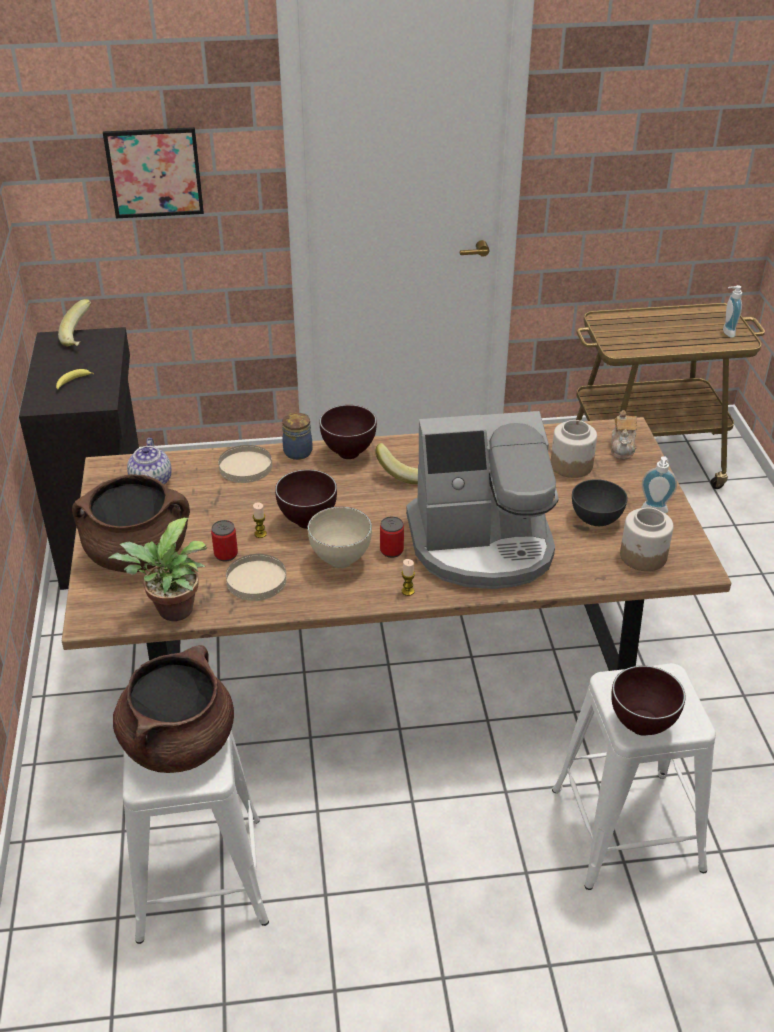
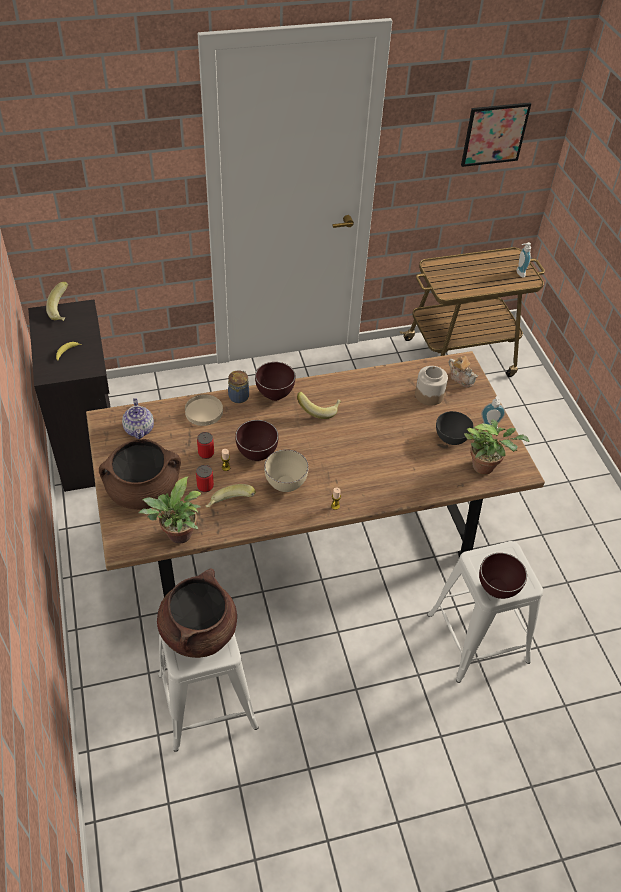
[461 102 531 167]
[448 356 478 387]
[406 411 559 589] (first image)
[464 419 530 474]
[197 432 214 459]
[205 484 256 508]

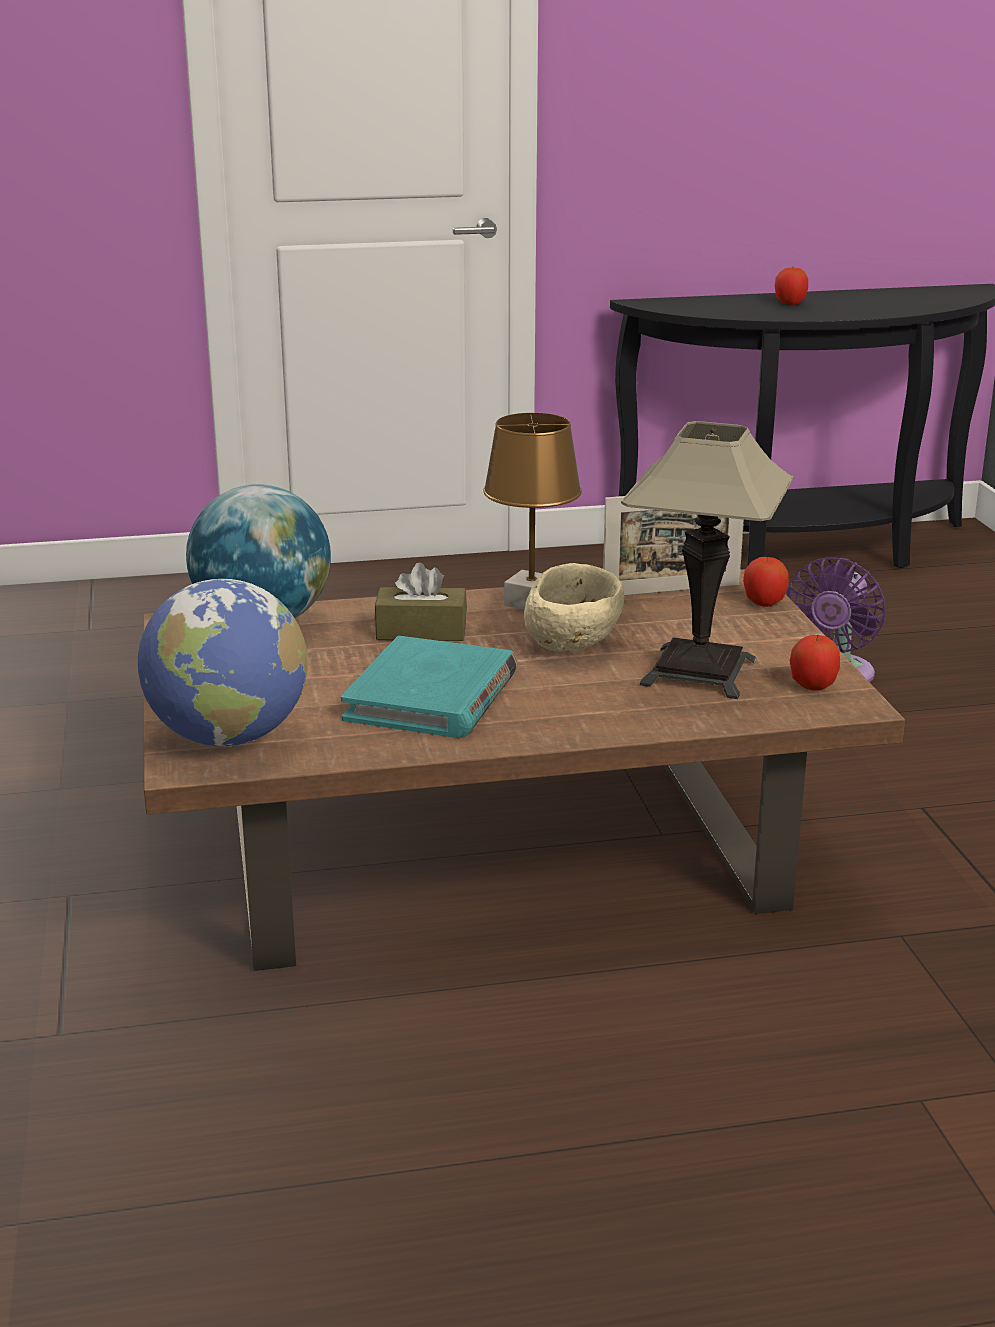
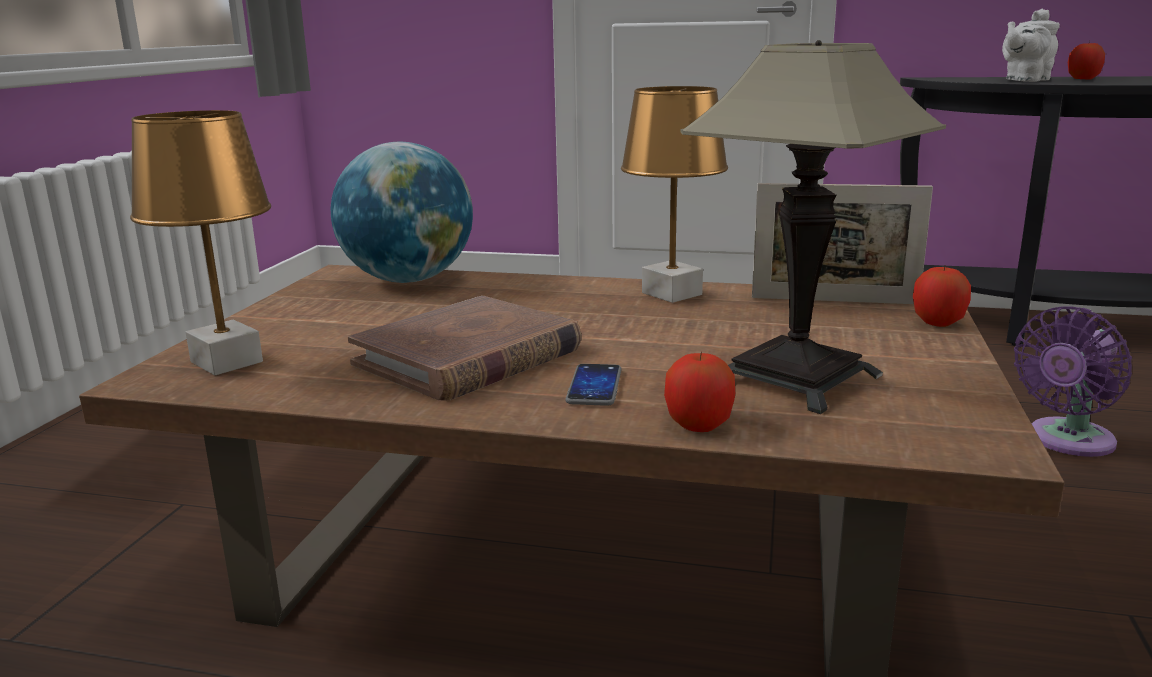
[375 563 467 641] (first image)
[524 563 624 652] (first image)
[130 110 271 375]
[664 351 735 432]
[348 296 582 401]
[1002 9 1060 82]
[565 364 622 406]

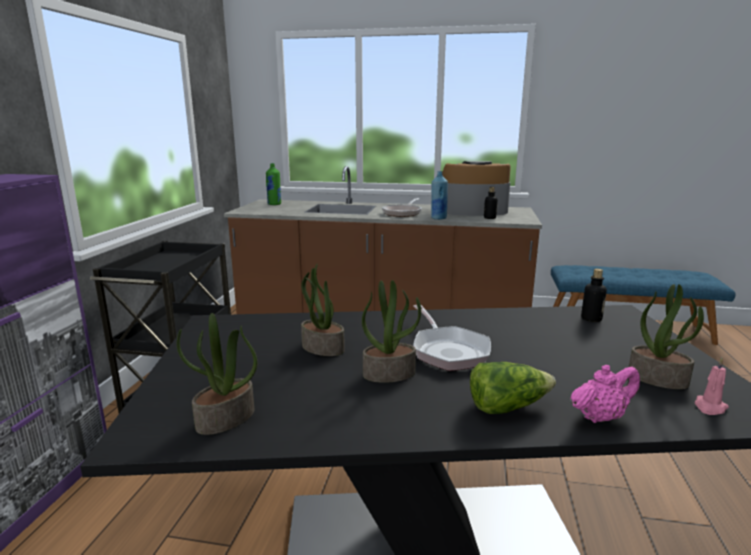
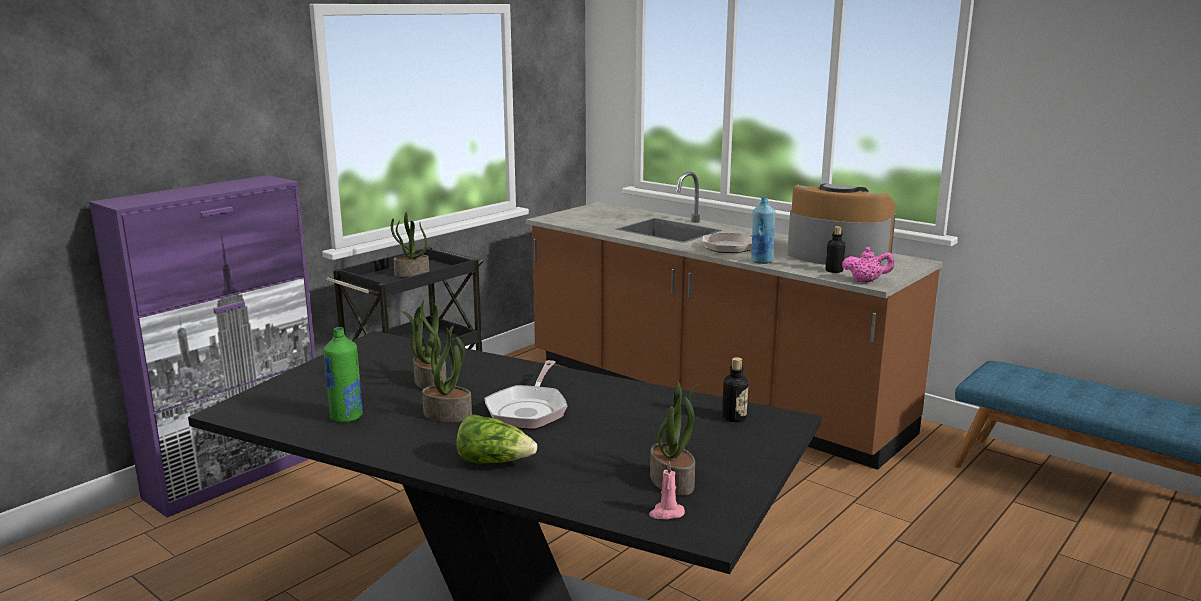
[324 327 363 423]
[391 212 430 277]
[842 247 894 282]

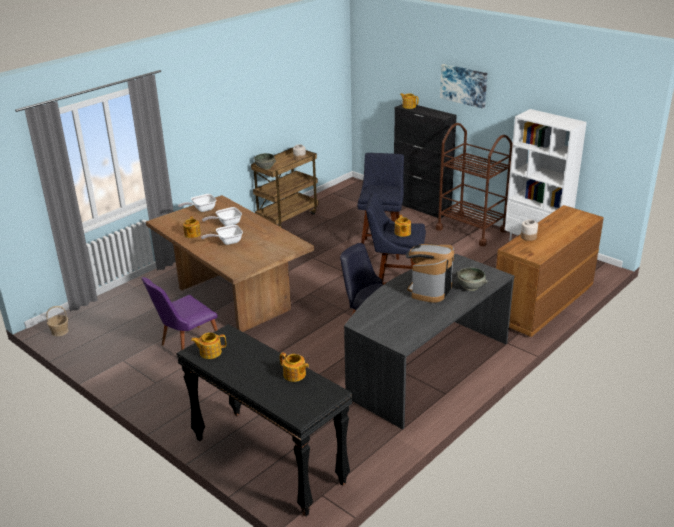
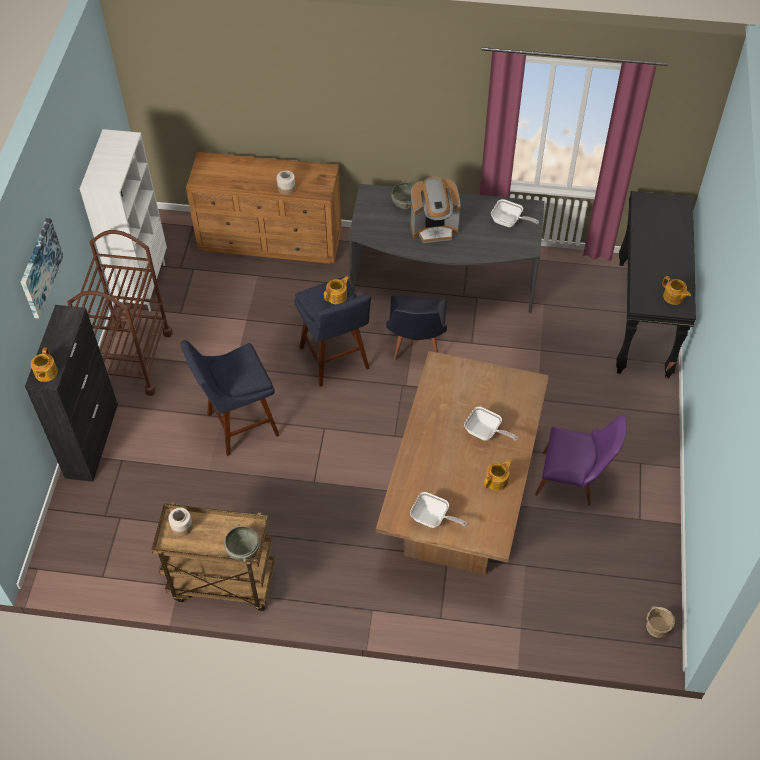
[491 199 539 227]
[280 352 309 382] (first image)

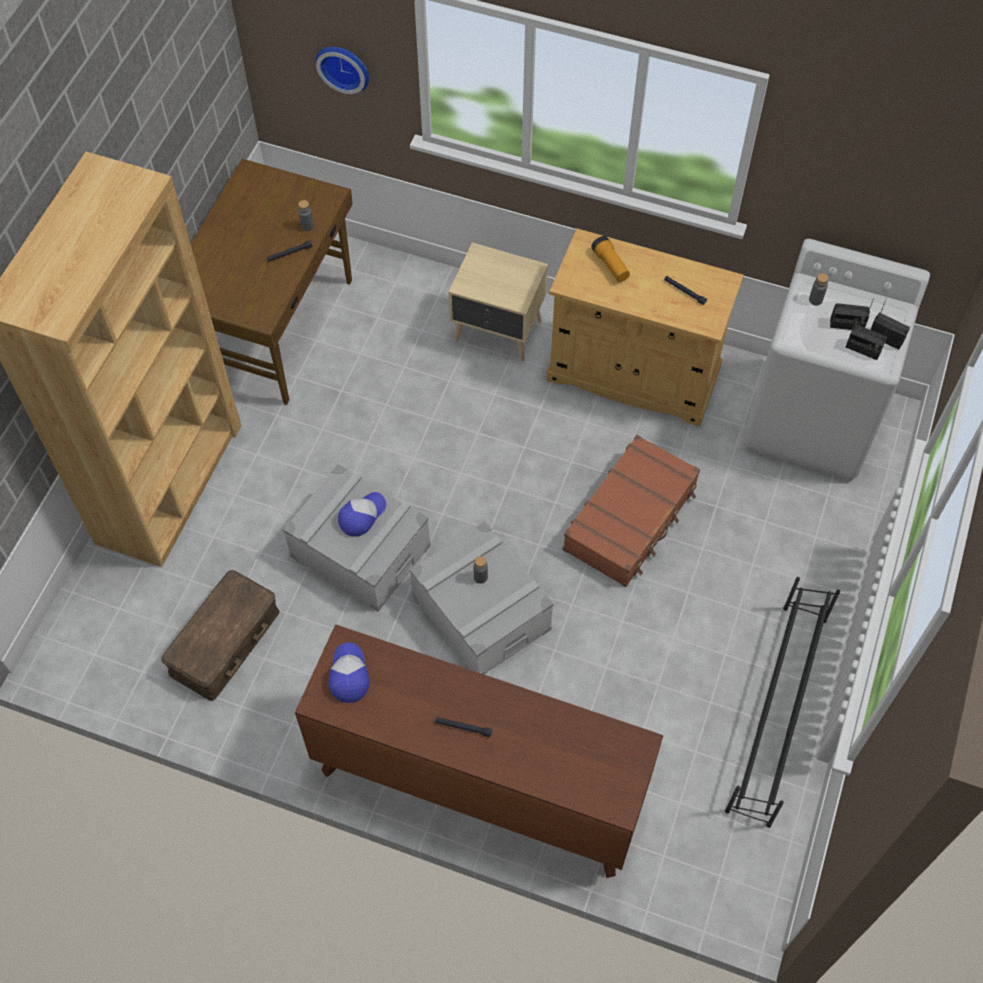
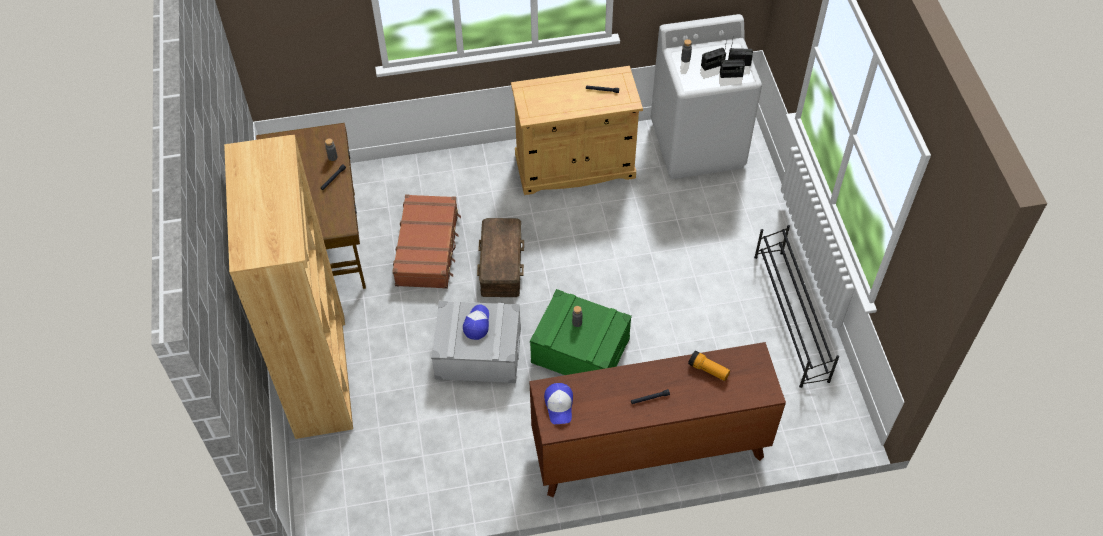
[316 47 369 94] (first image)
[688 350 730 381]
[449 243 548 362] (first image)
[392 194 461 289]
[530 289 632 375]
[477 218 524 297]
[544 383 573 424]

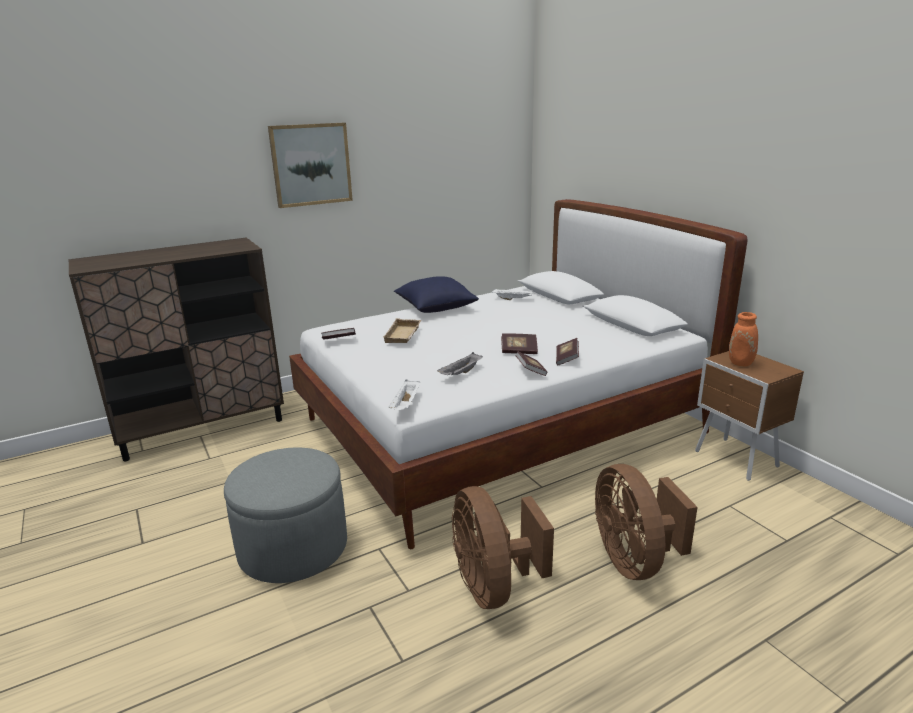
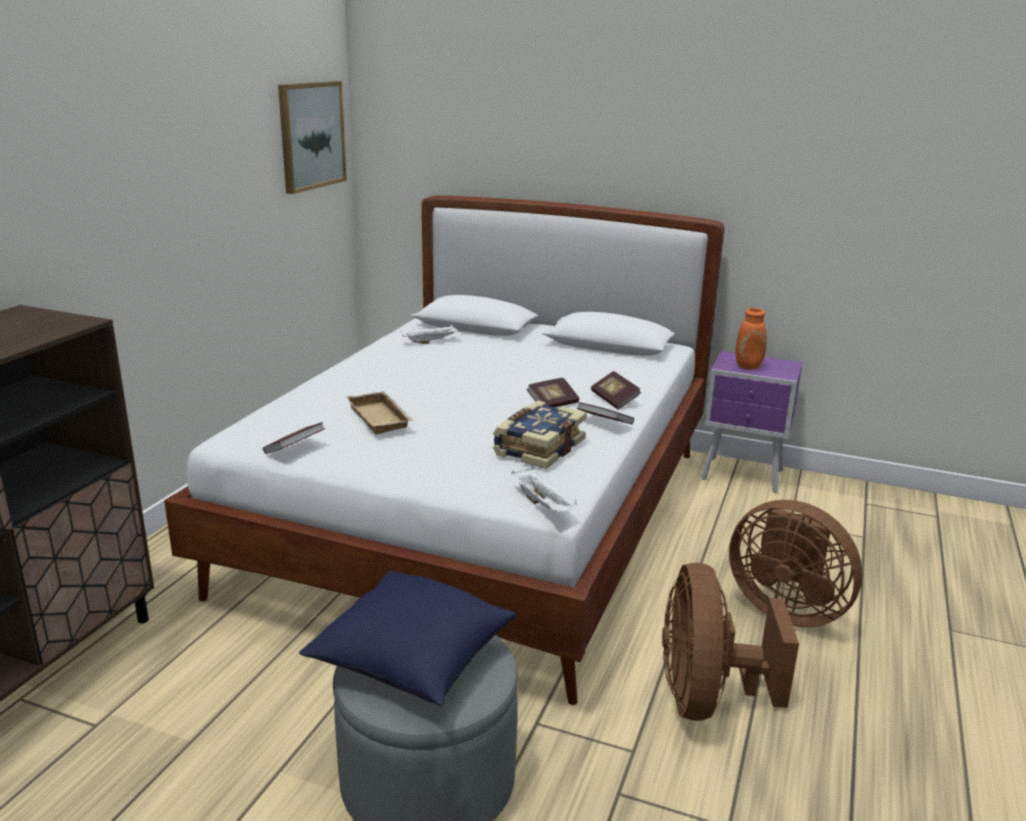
[278 81 346 194]
[299 571 517 707]
[701 351 802 493]
[493 401 587 469]
[662 563 799 721]

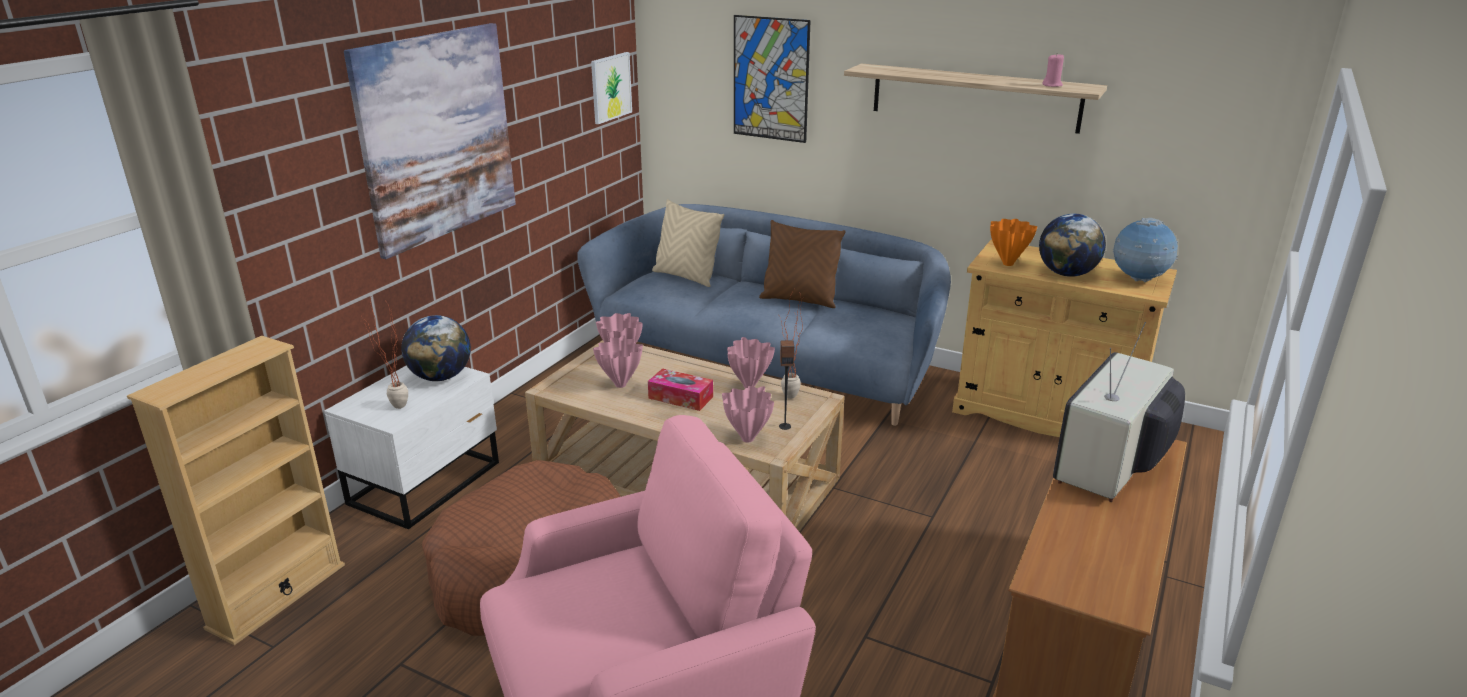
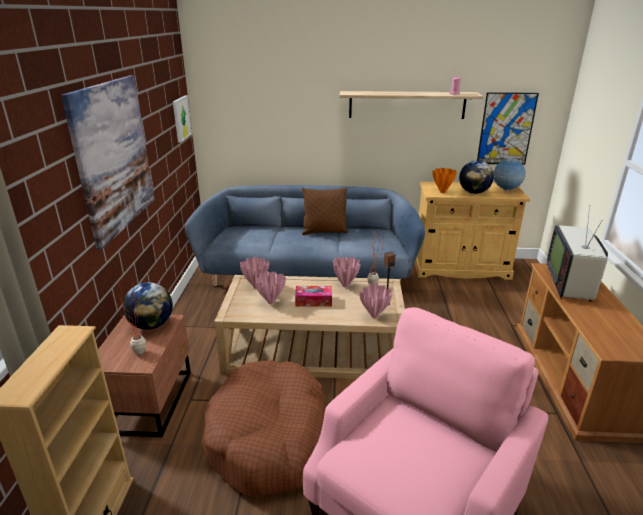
[477 92 539 165]
[652 199 724 287] (first image)
[98 315 191 437]

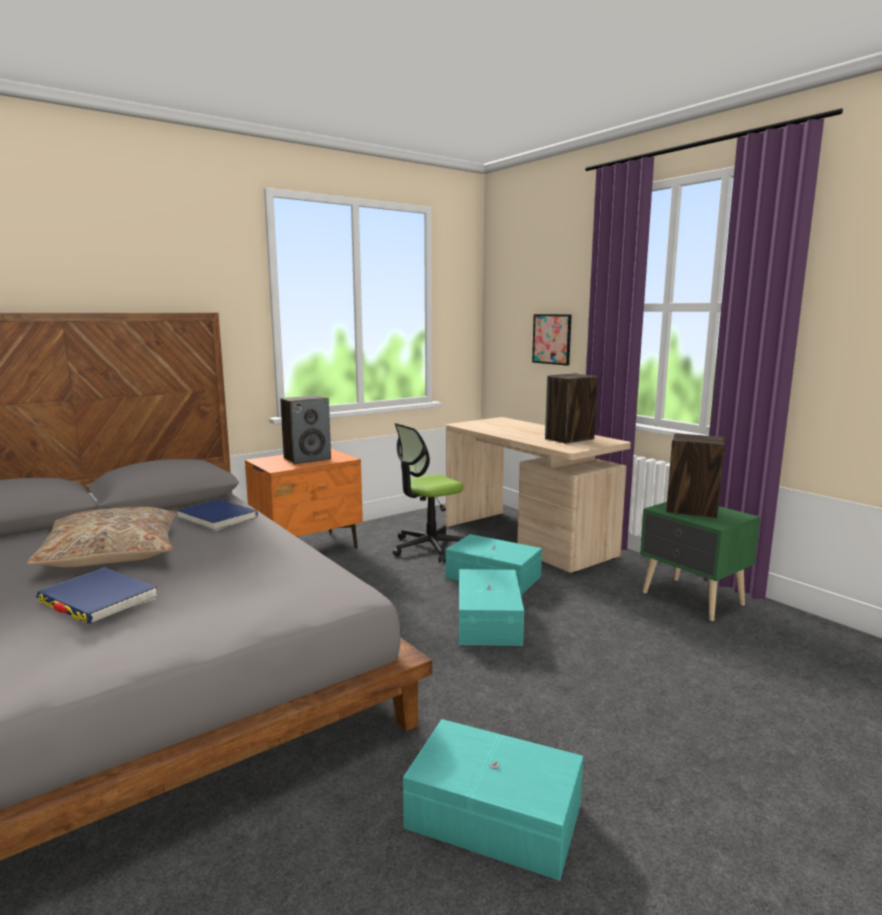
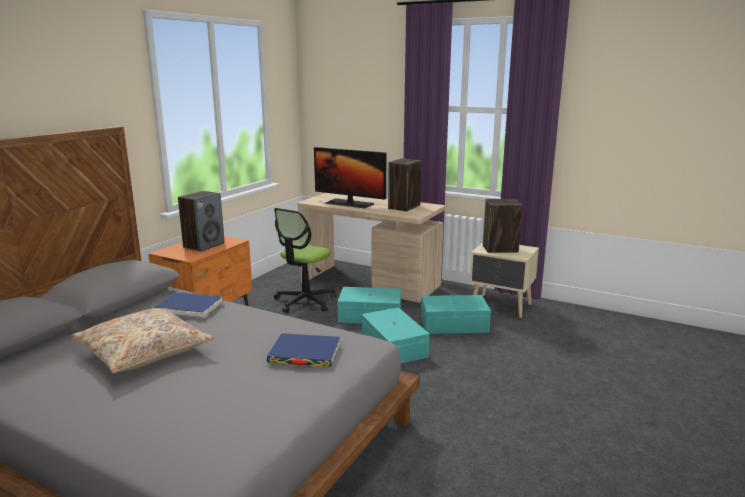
[532 314 572 366] (first image)
[470 243 539 318]
[267 333 340 367]
[421 295 491 334]
[314 147 387 208]

